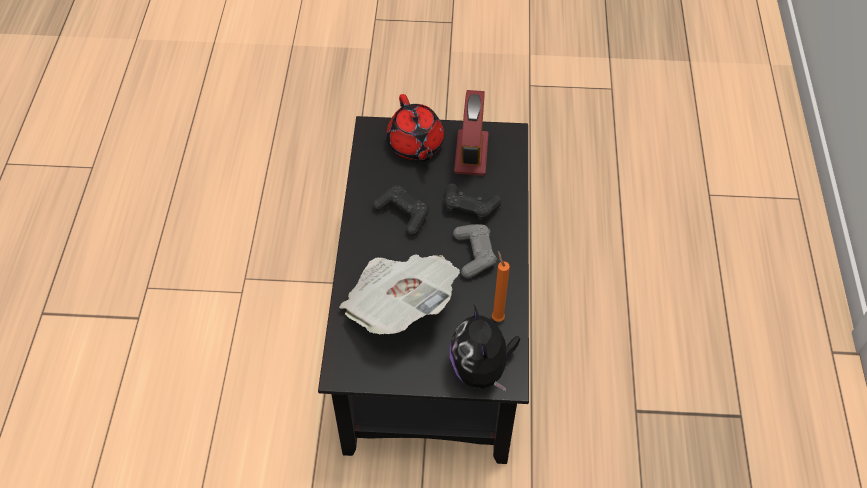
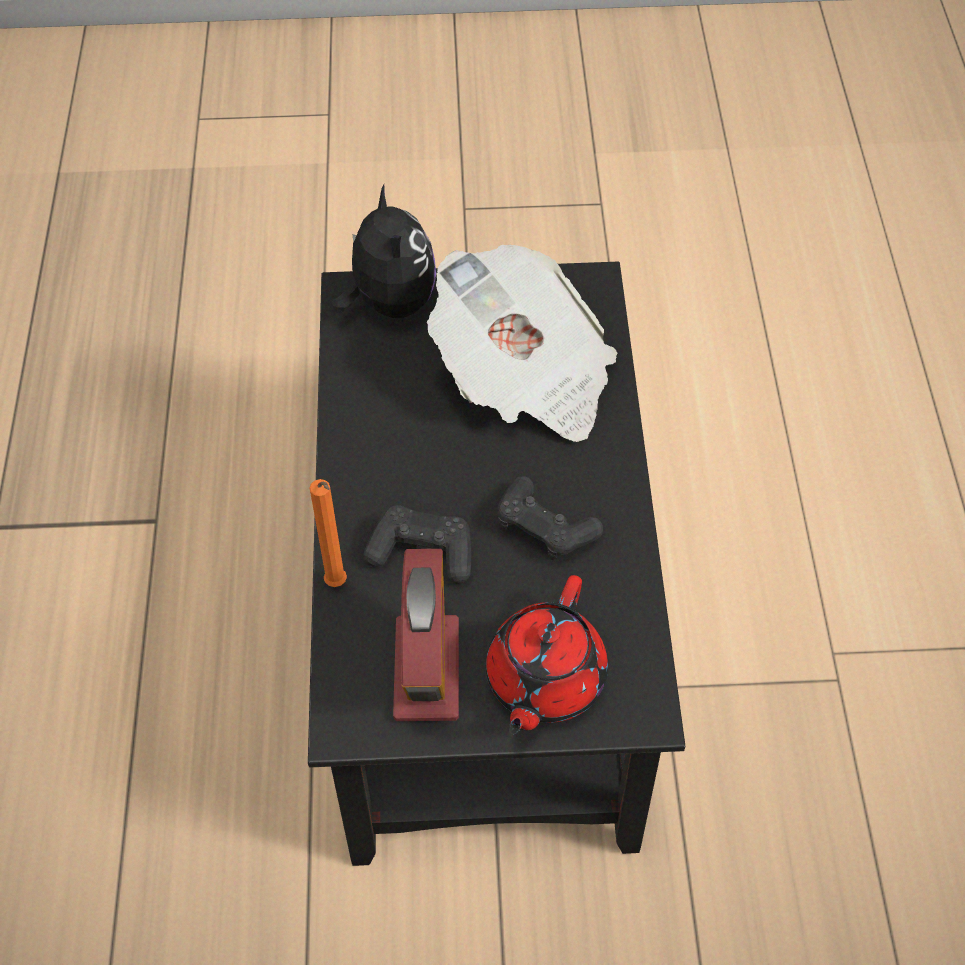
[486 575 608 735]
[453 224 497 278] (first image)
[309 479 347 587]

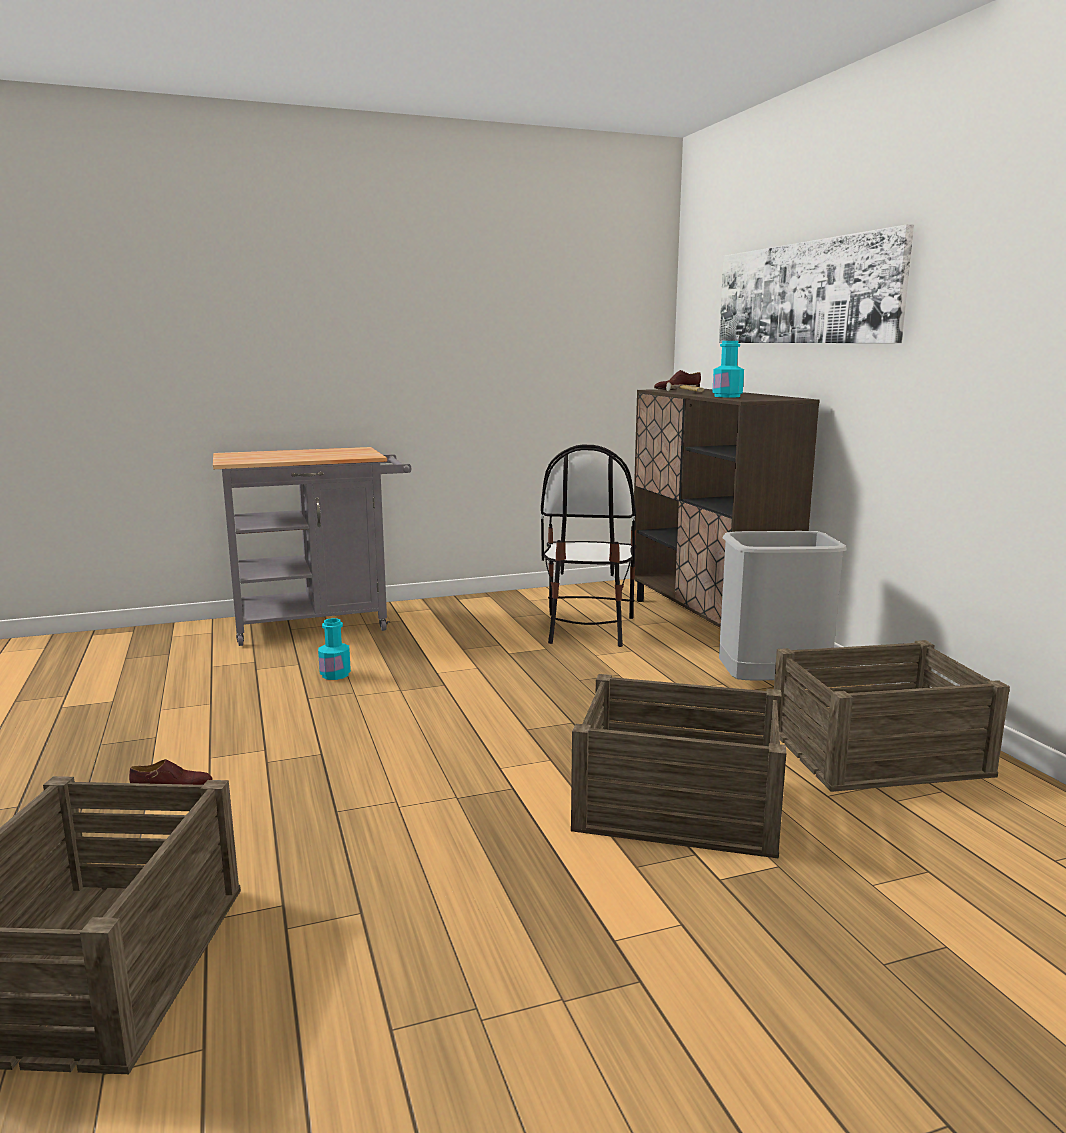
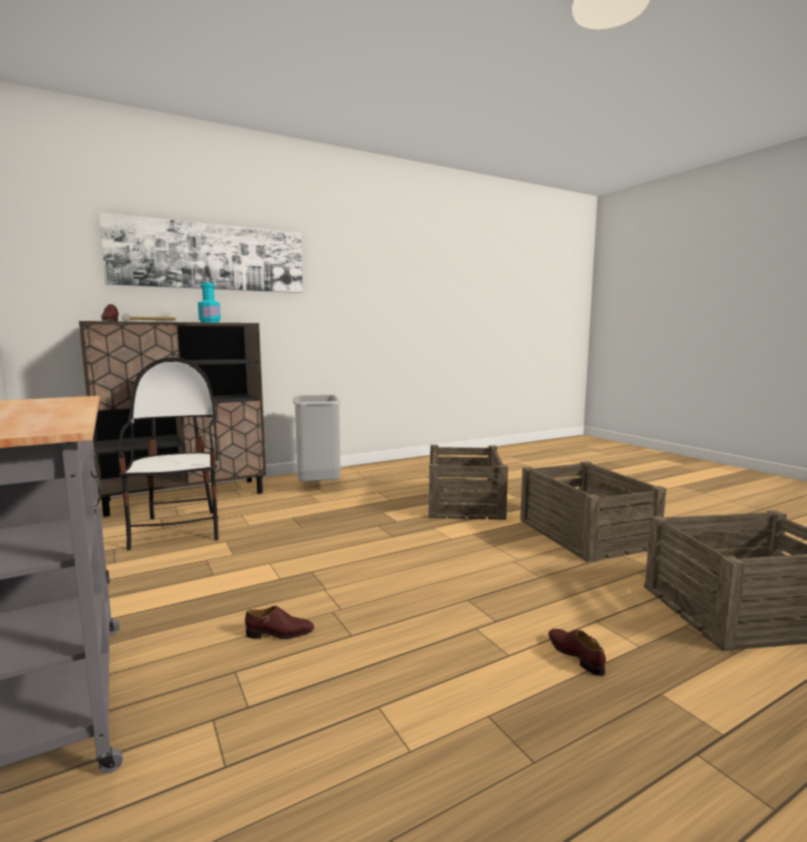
[118 357 219 550]
[245 606 314 639]
[520 461 666 562]

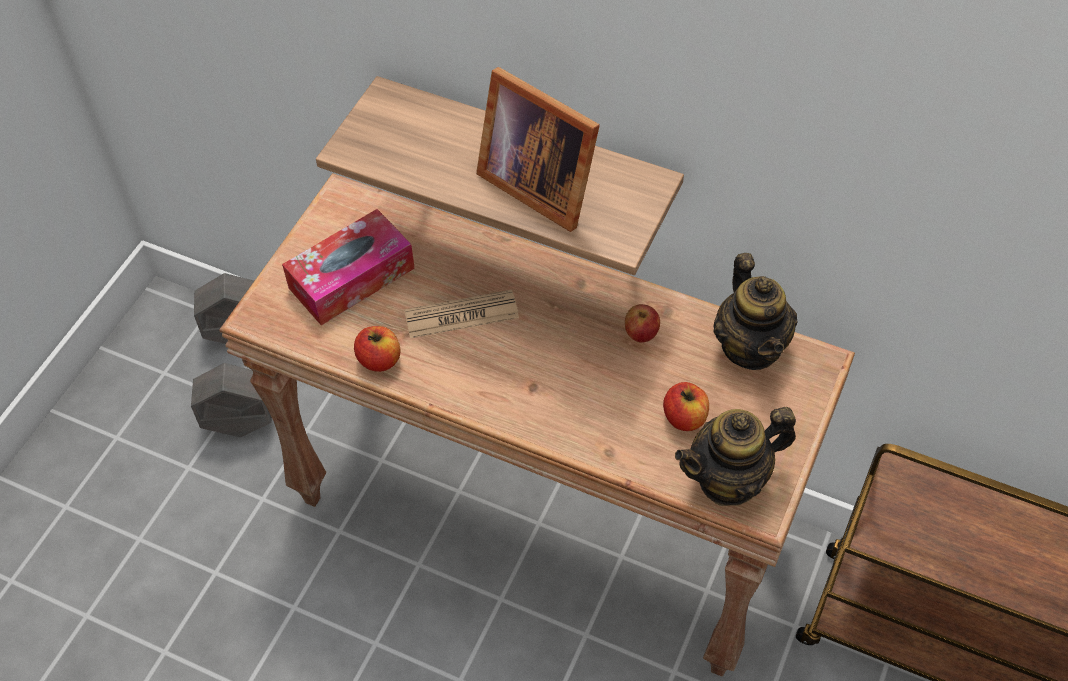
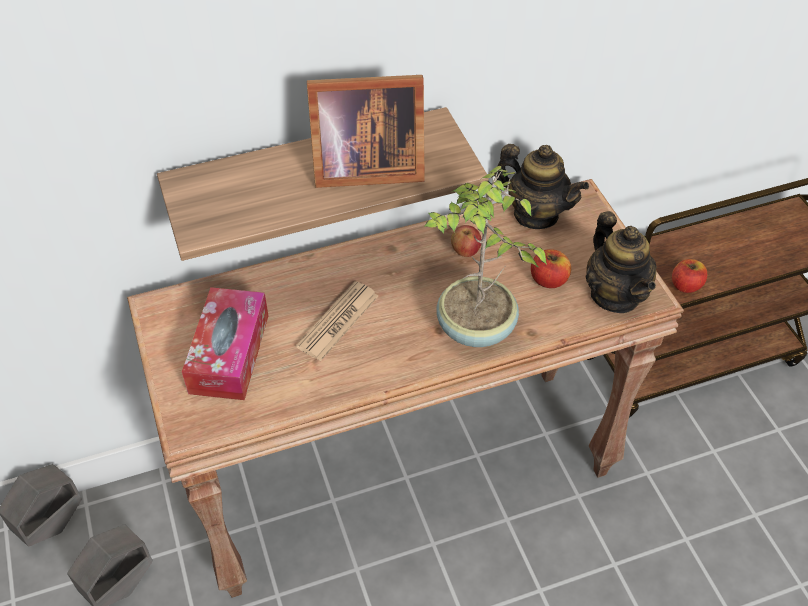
[672 259 707 293]
[586 211 657 313]
[424 166 547 347]

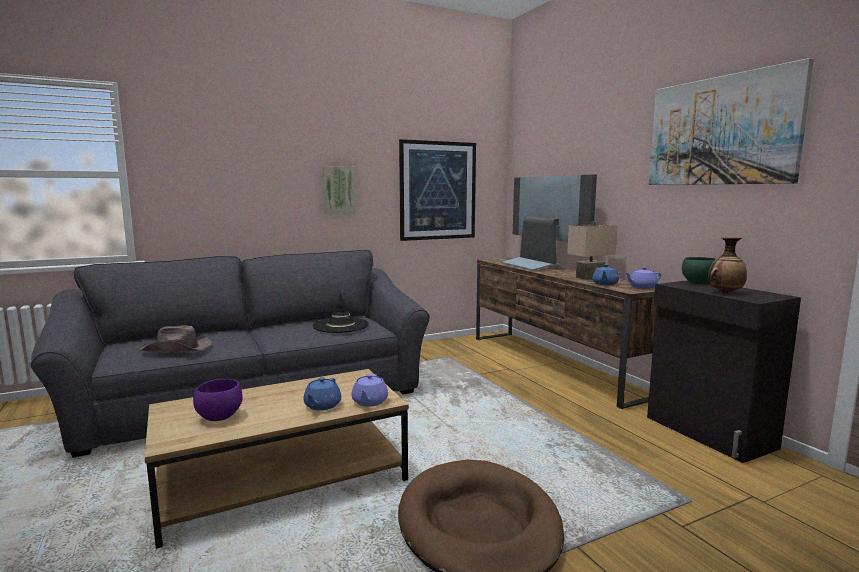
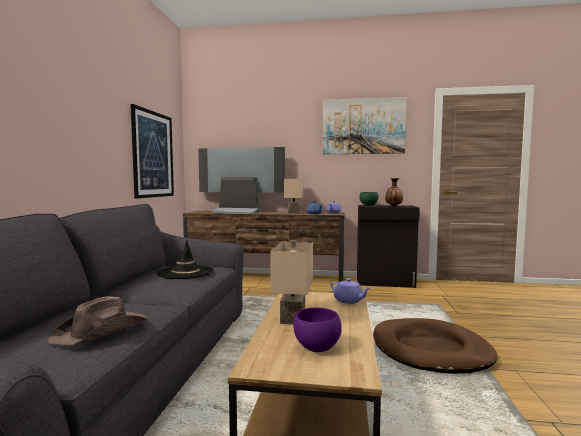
[323 166 356 214] (first image)
[303 377 341 410] (first image)
[270 240 313 325]

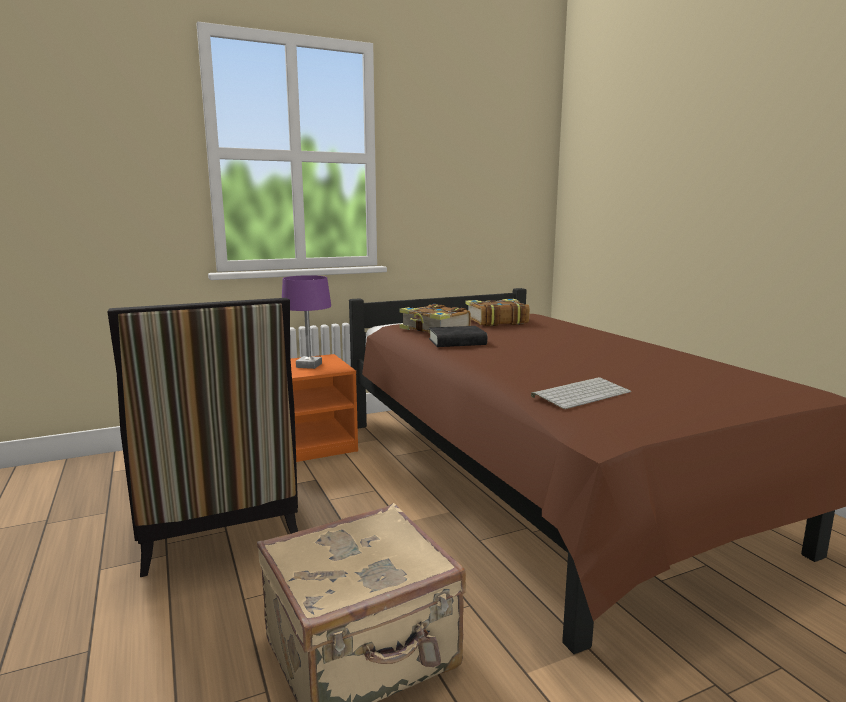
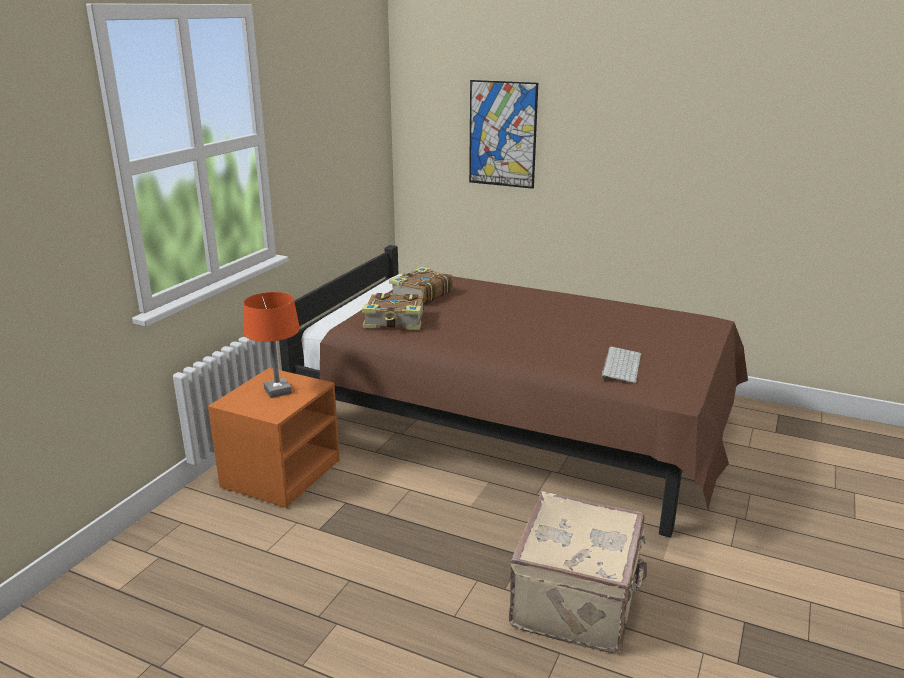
[243 292 300 398]
[107 298 298 577] (first image)
[429 326 487 347] (first image)
[469 80 538 189]

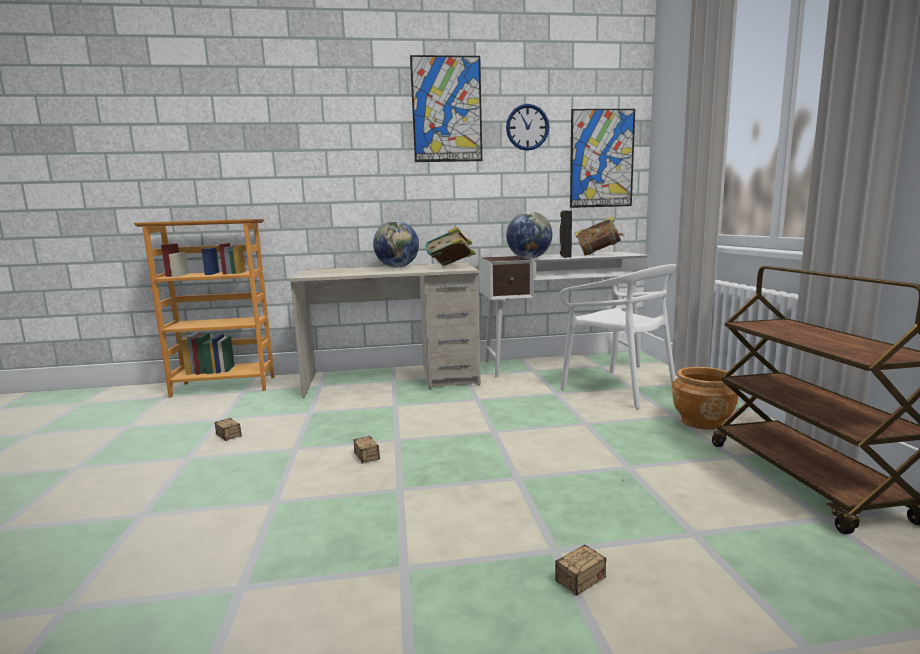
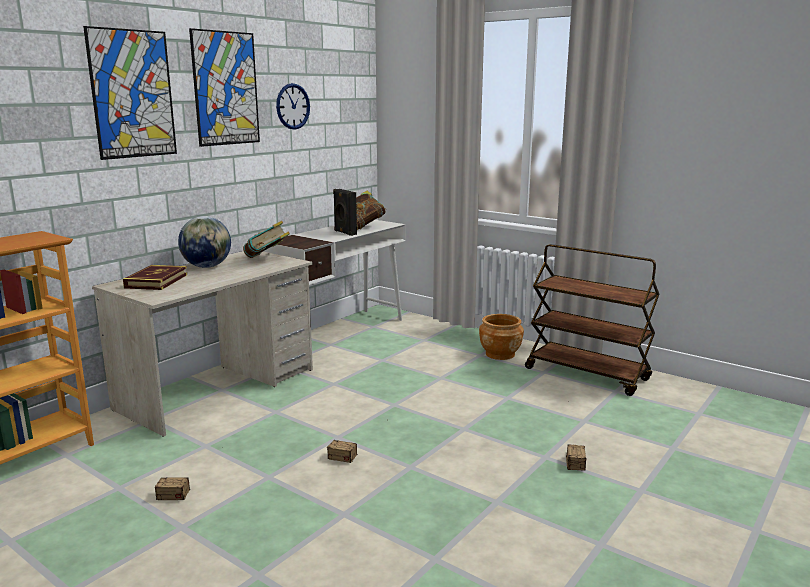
[83 26 177 160]
[506 212 552 259] (first image)
[559 264 676 409] (first image)
[123 265 187 290]

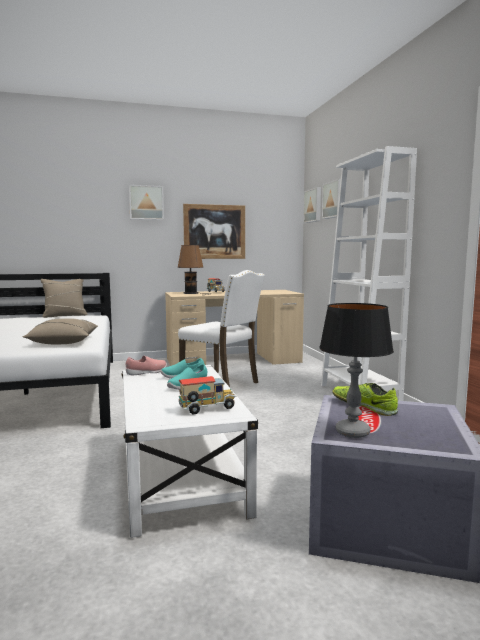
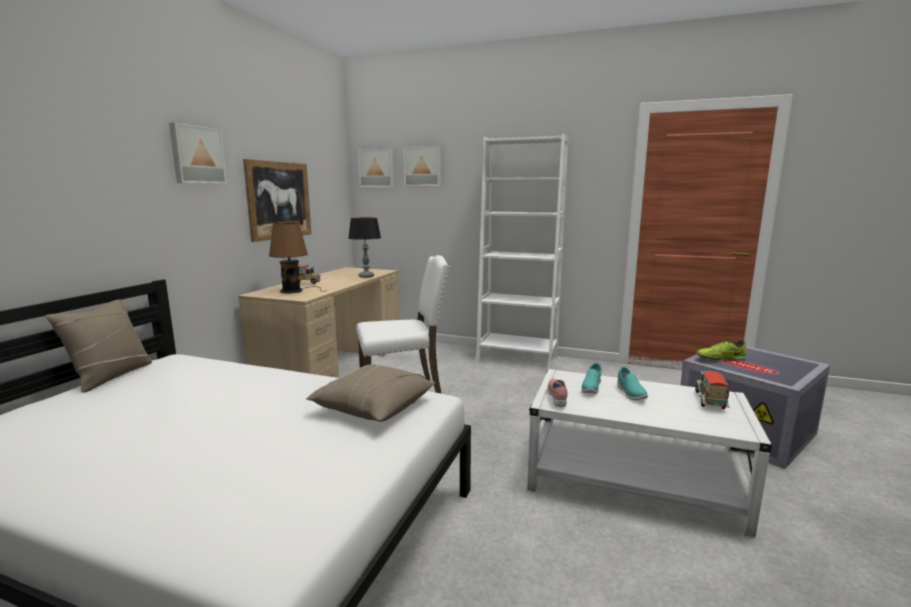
[349 218 381 278]

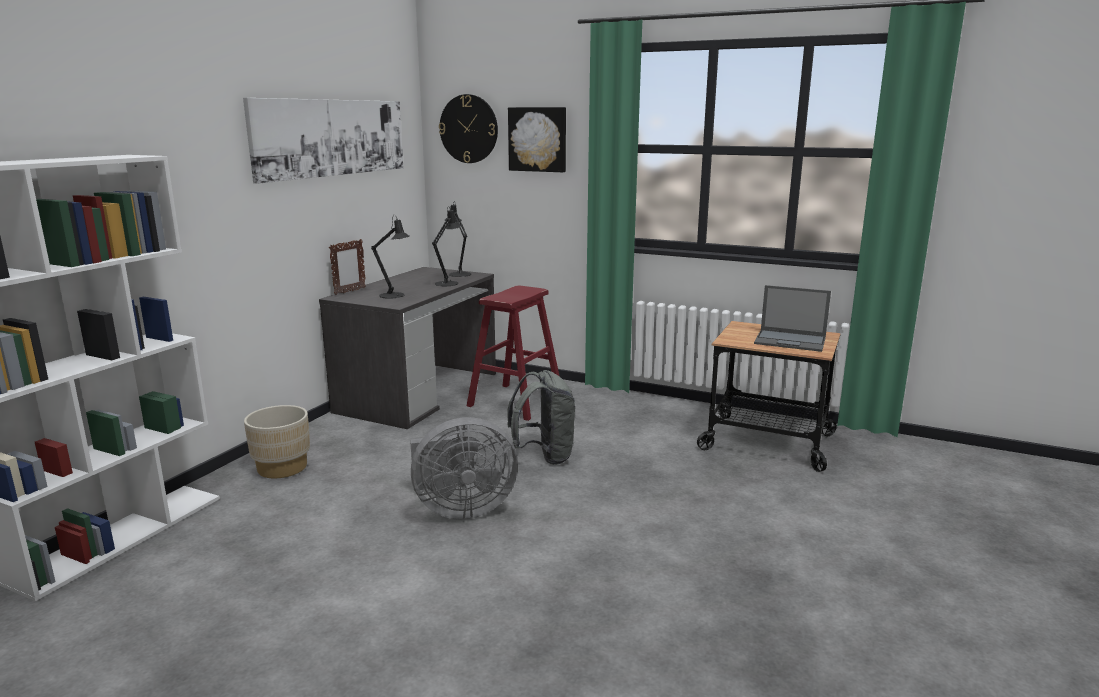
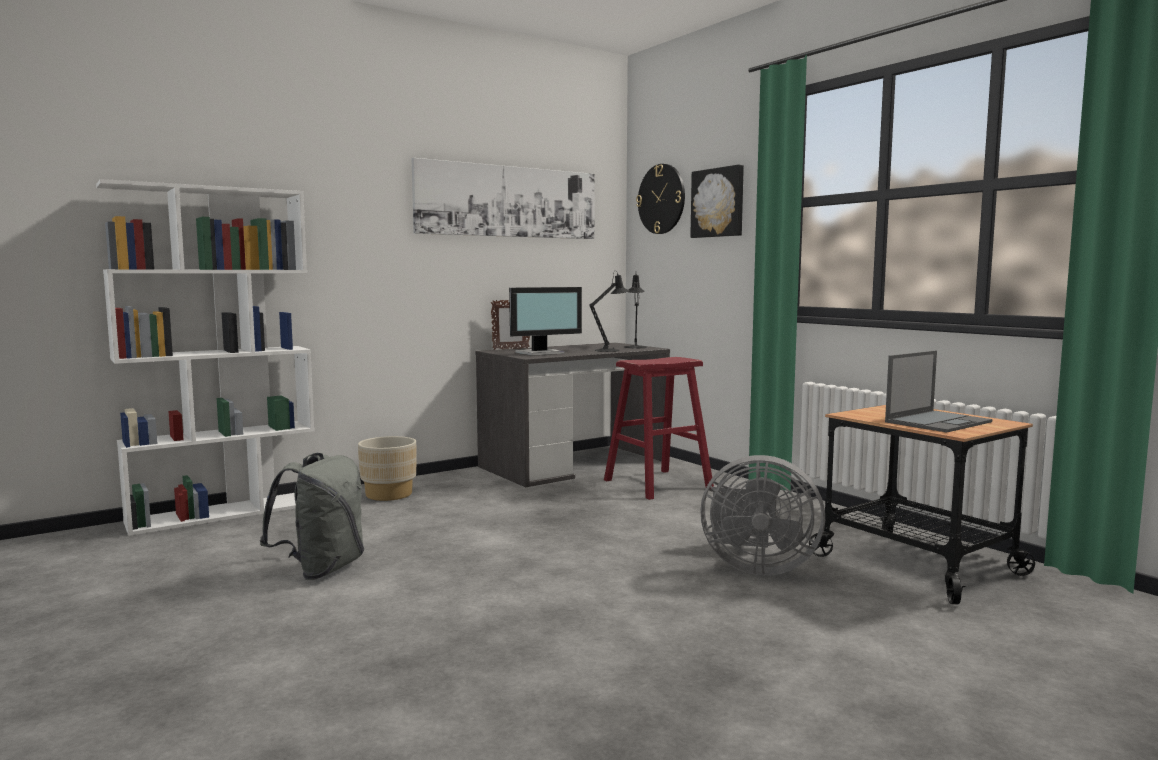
[509 287 582 356]
[885 351 992 433]
[260 453 364 580]
[700 455 825 576]

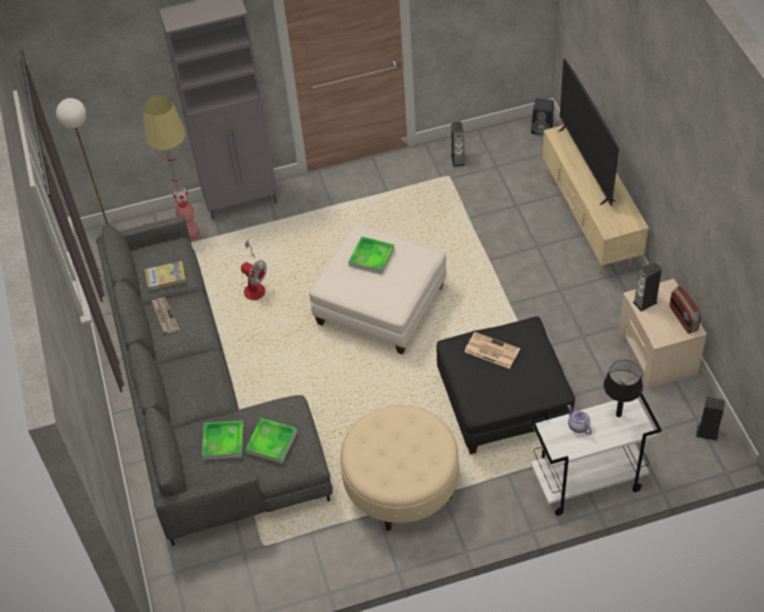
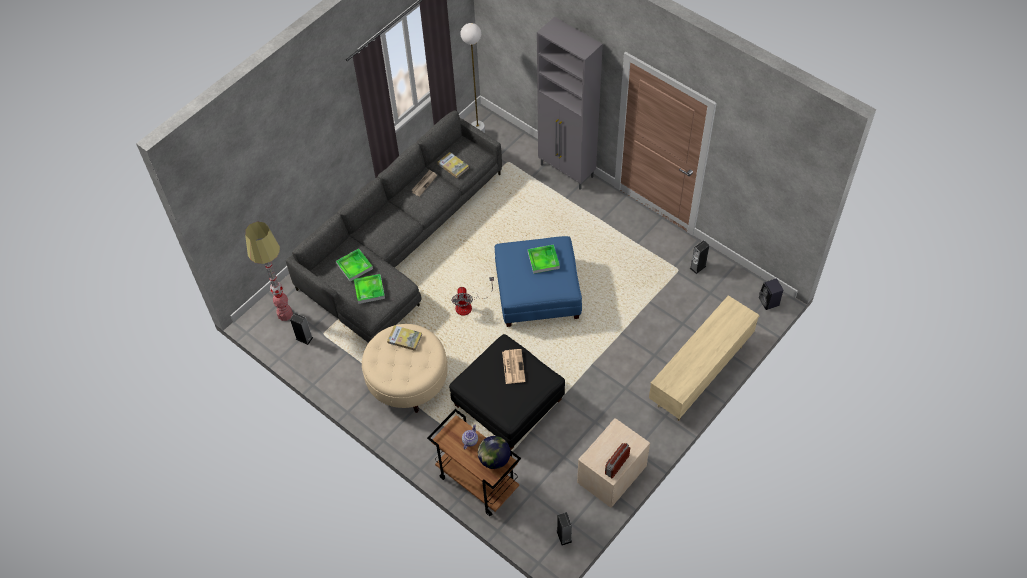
[558 58 619 206] (first image)
[245 221 293 321]
[495 236 582 327]
[452 277 494 316]
[290 313 313 345]
[478 436 511 469]
[427 409 521 516]
[387 325 422 351]

